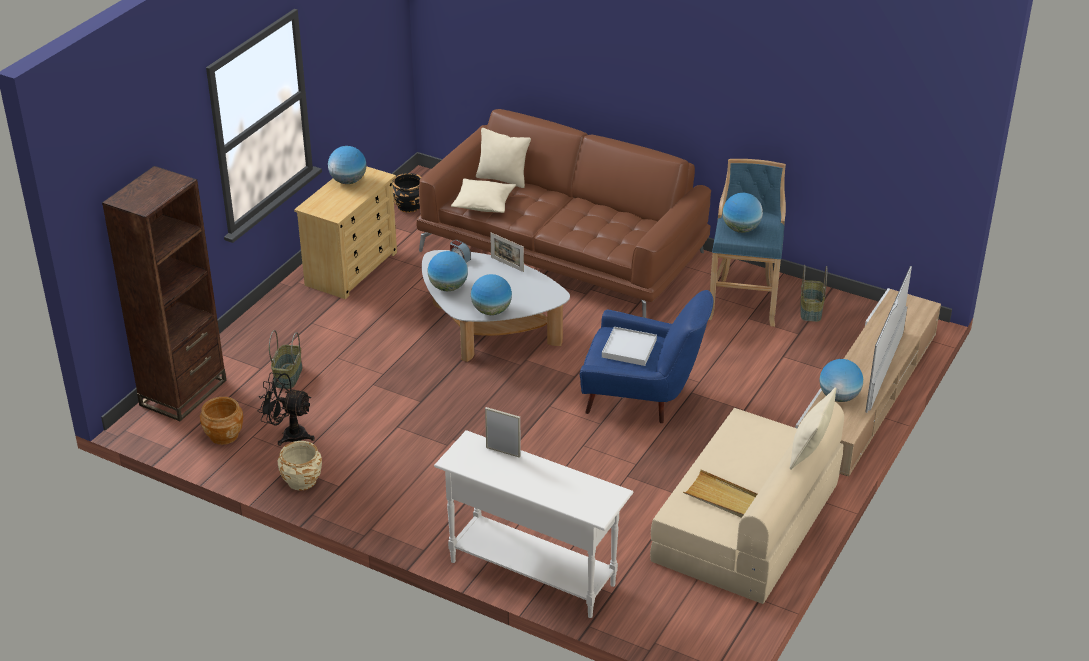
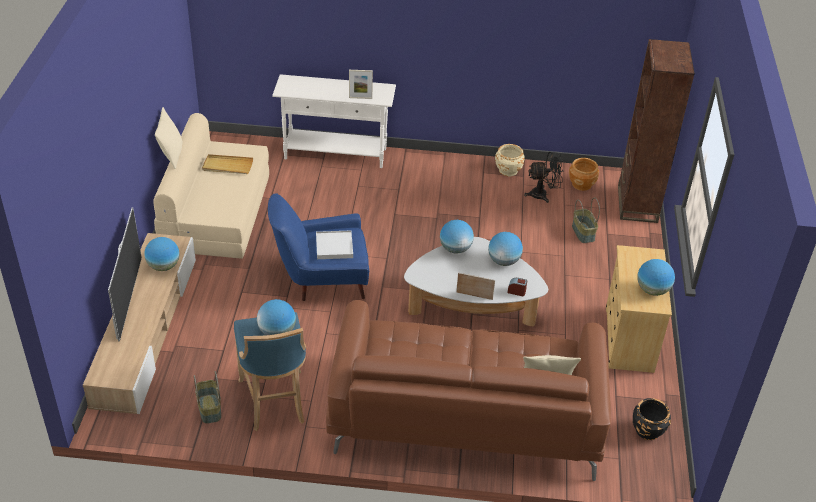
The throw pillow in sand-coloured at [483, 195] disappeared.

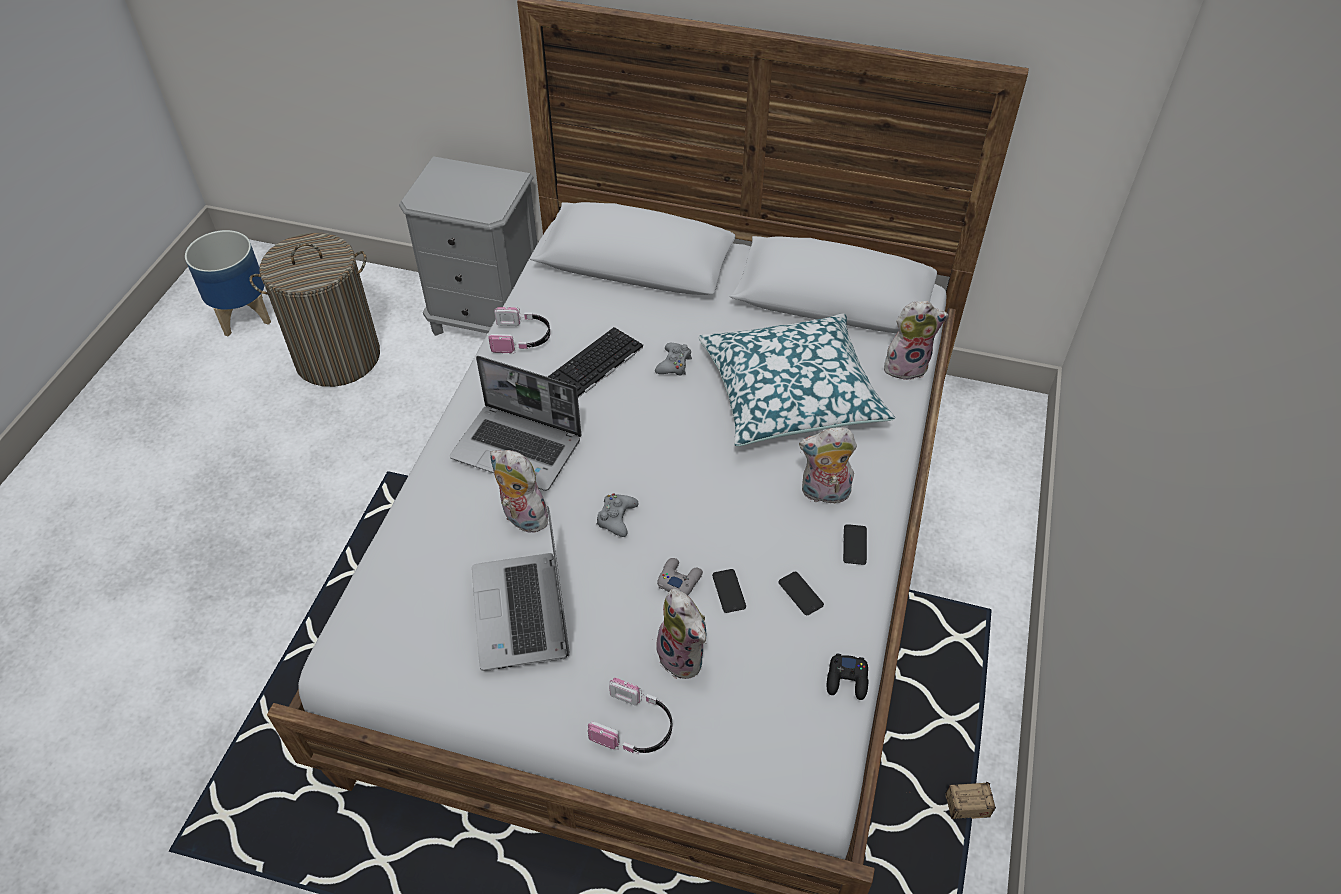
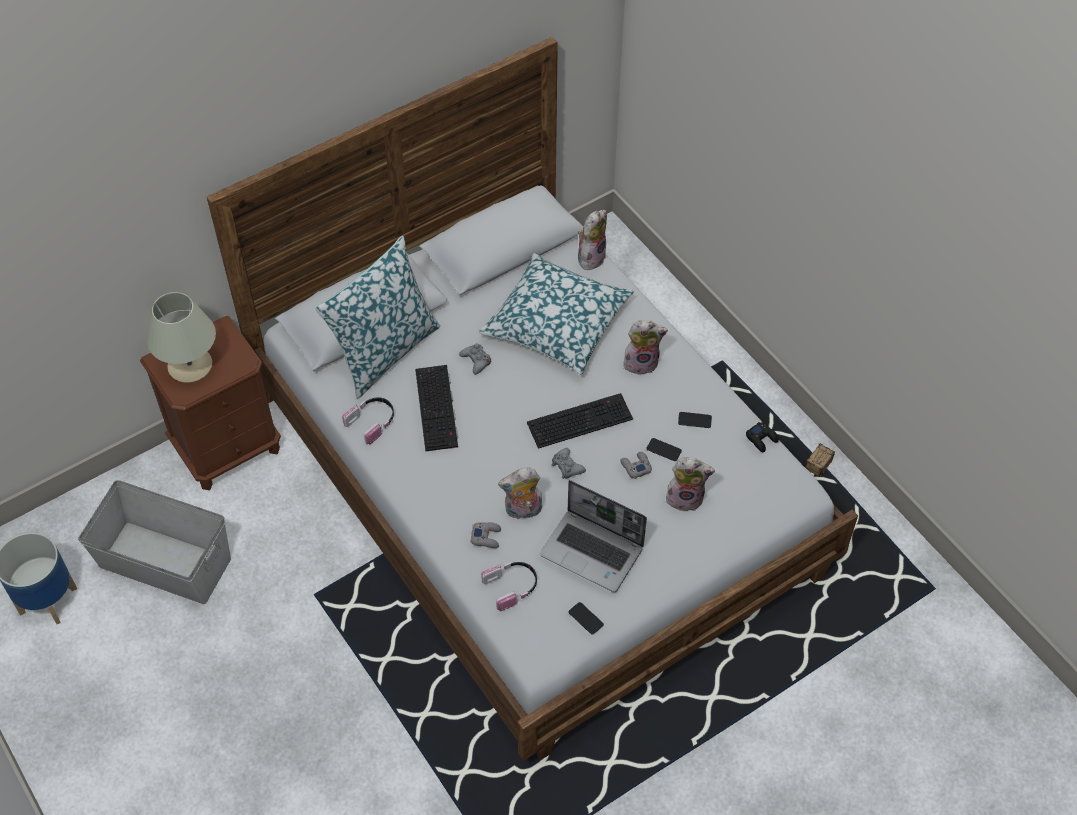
The laundry basket at [314, 310] was replaced by the storage container in gray at [154, 542].
The nightstand in gray at [468, 246] became the nightstand in brownish at [210, 403].
The tabletop lamp in sand-coloured at [181, 337] appeared.
The throw pillow at [377, 317] appeared.
The gamepad in gray at [486, 535] appeared.
The pair of headphones moved from [630, 716] to [509, 586].
The PC keyboard at [580, 421] appeared.
The telephone moved from [855, 544] to [586, 618].
The cuddly toy at [828, 465] turned 135 degrees counterclockwise.
The laptop at [516, 423] disappeared.

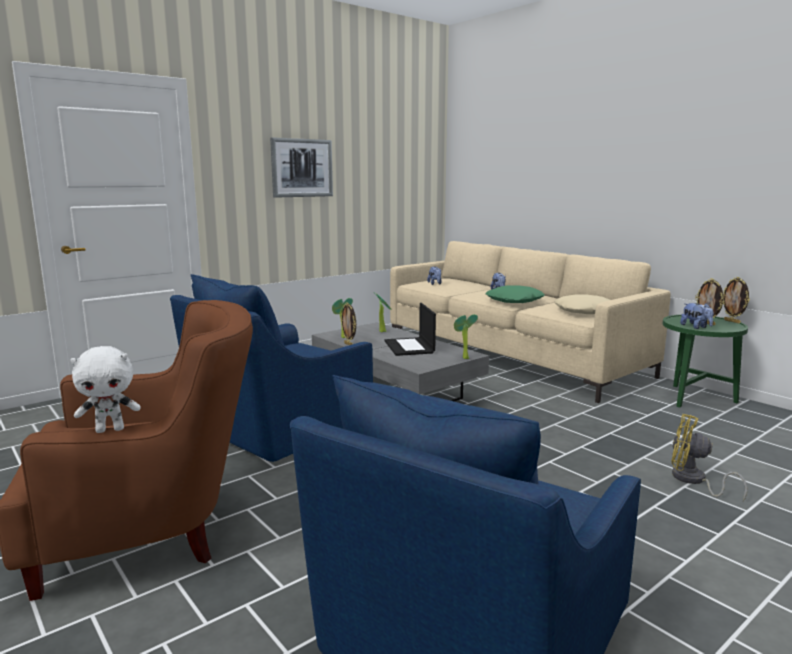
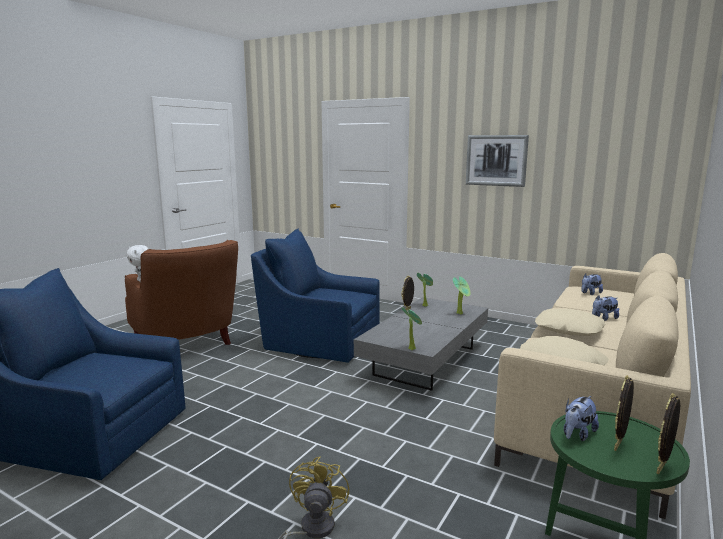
The throw pillow in greenish at [515, 294] became the throw pillow in sand-coloured at [570, 322].
The laptop at [410, 329] disappeared.

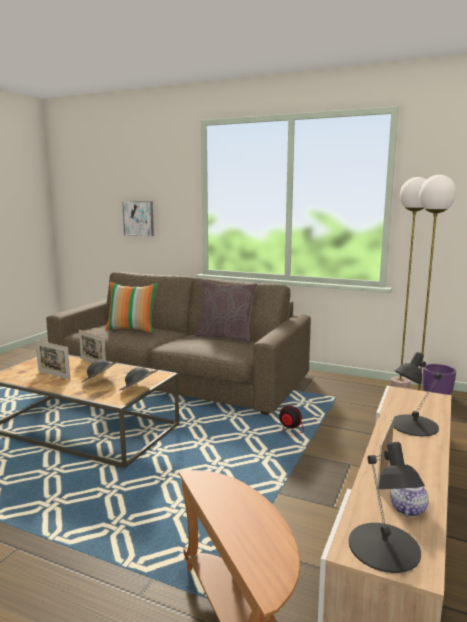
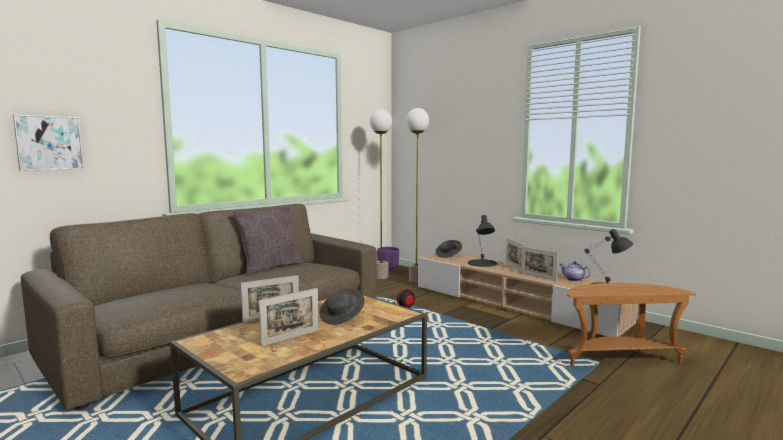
The hat in gray moved from [138, 379] to [449, 249].
The photo frame at [515, 255] appeared.
The throw pillow at [131, 307] disappeared.

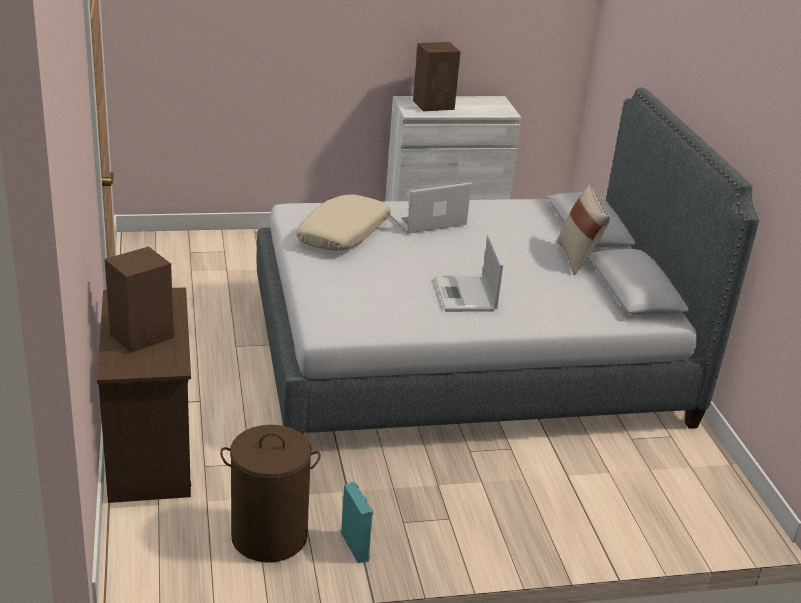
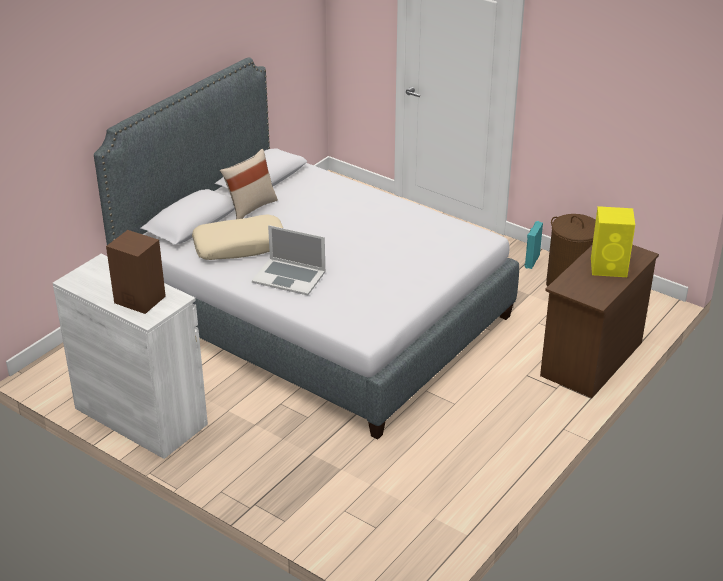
The throw pillow in sand-coloured moved from [343, 223] to [237, 237].
The speaker in brownish at [139, 299] became the speaker in yellowish at [613, 241].
The laptop at [469, 273] disappeared.

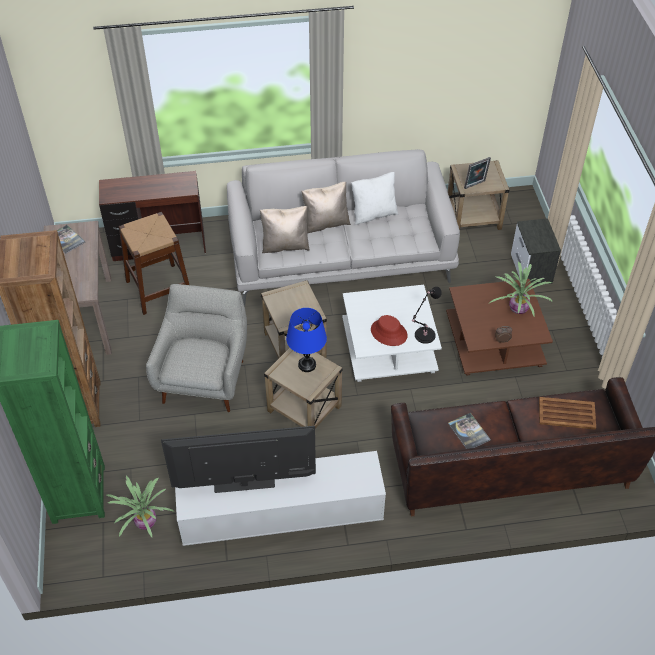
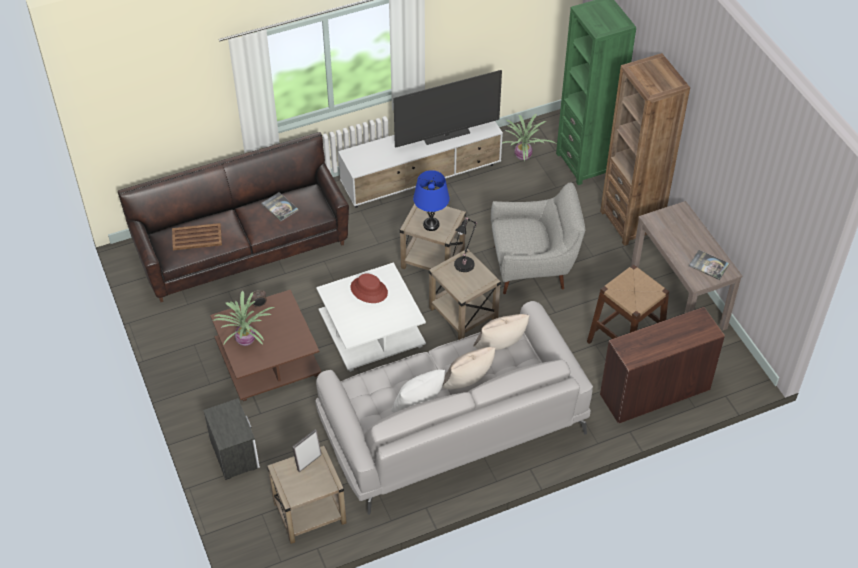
The tabletop lamp in black-coloured moved from [427, 315] to [465, 244].
The armchair in gray at [196, 348] turned 90 degrees counterclockwise.

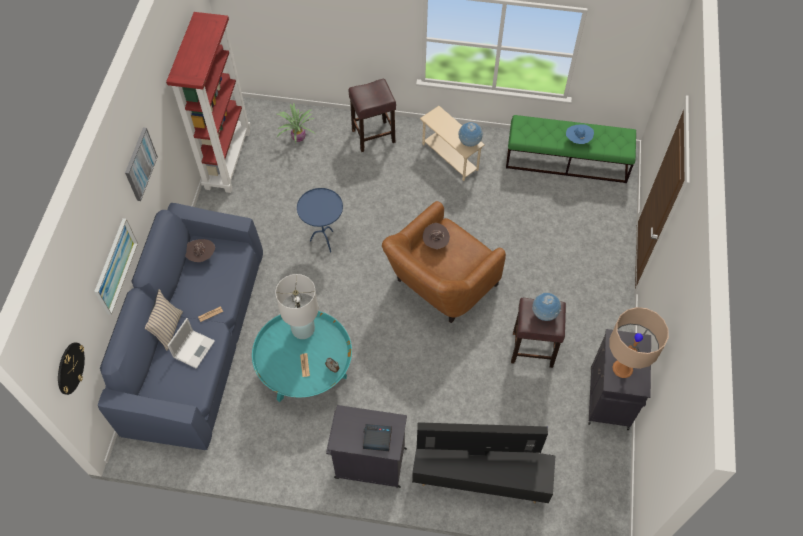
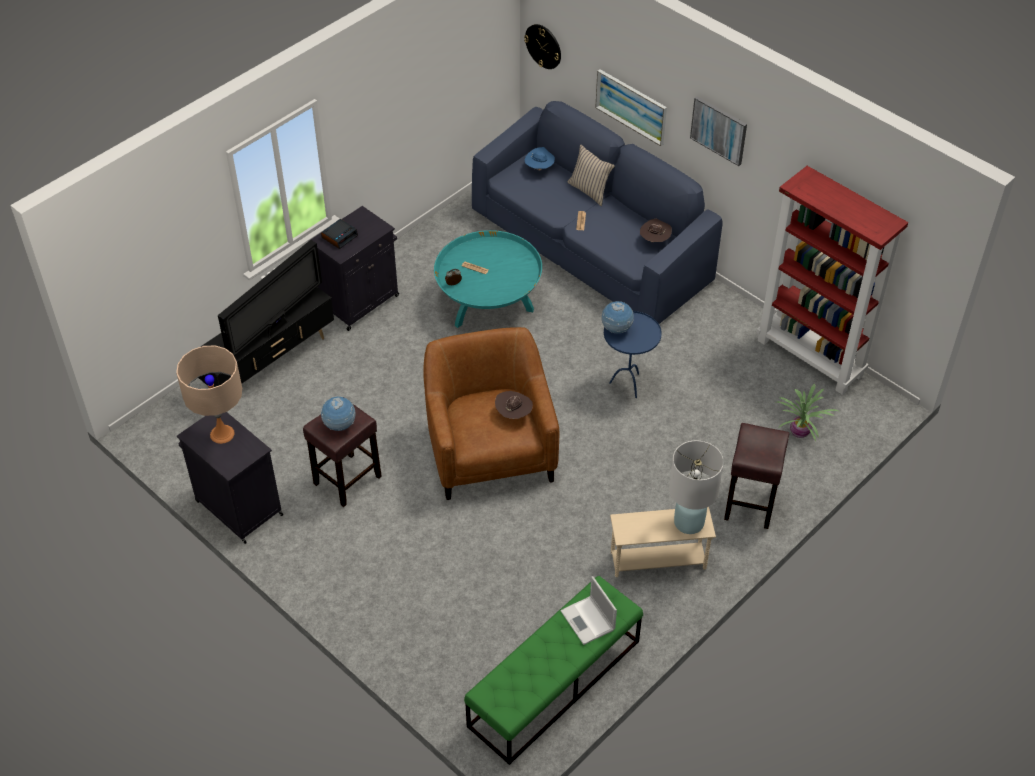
The hat in blue moved from [580, 134] to [540, 159].
The laptop moved from [191, 343] to [588, 610].
The globe moved from [470, 134] to [618, 317].
The tabletop lamp in white moved from [296, 306] to [696, 487].

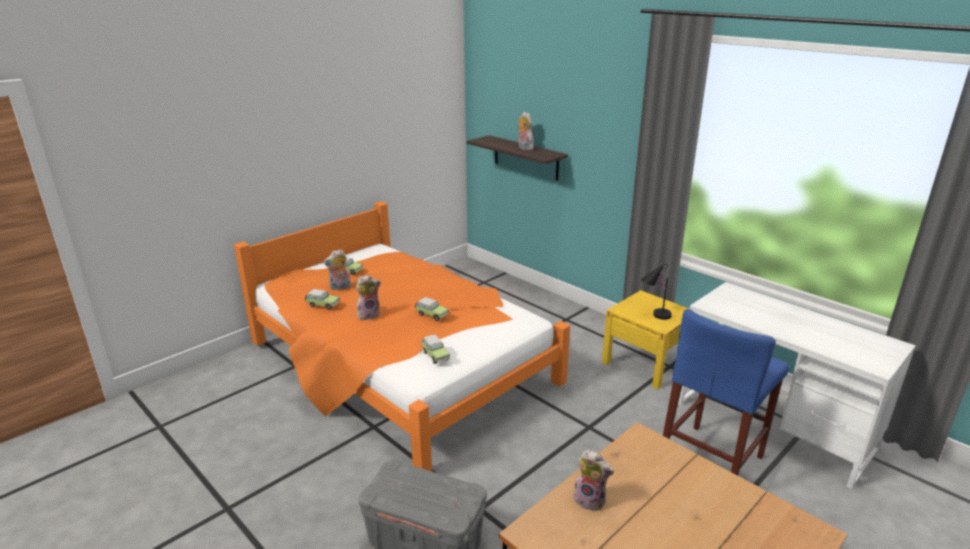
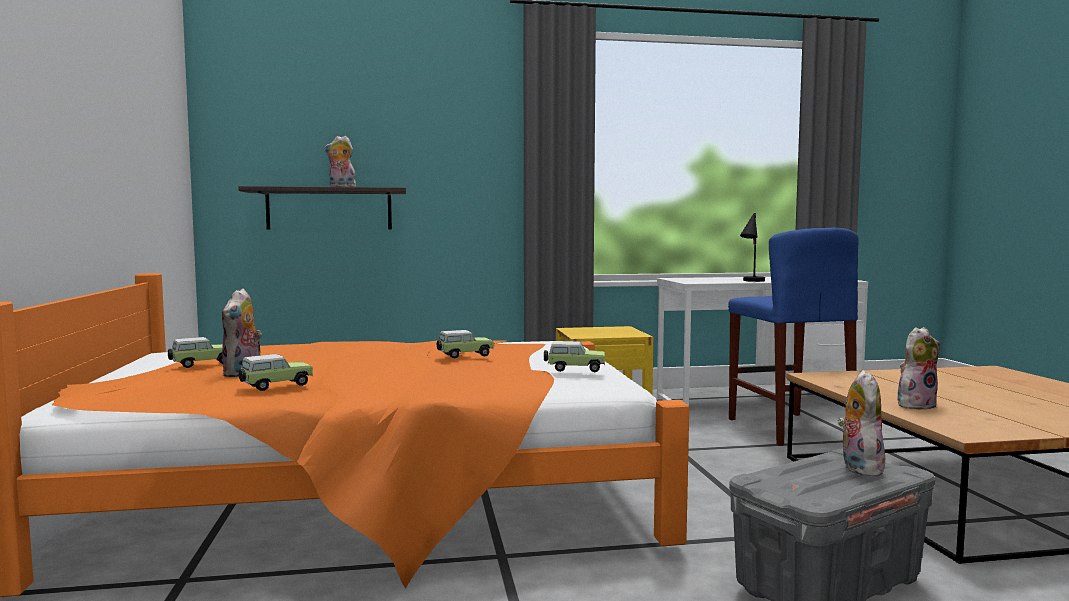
The tabletop lamp in black-coloured moved from [656, 292] to [752, 247].
The cuddly toy moved from [368, 297] to [861, 423].

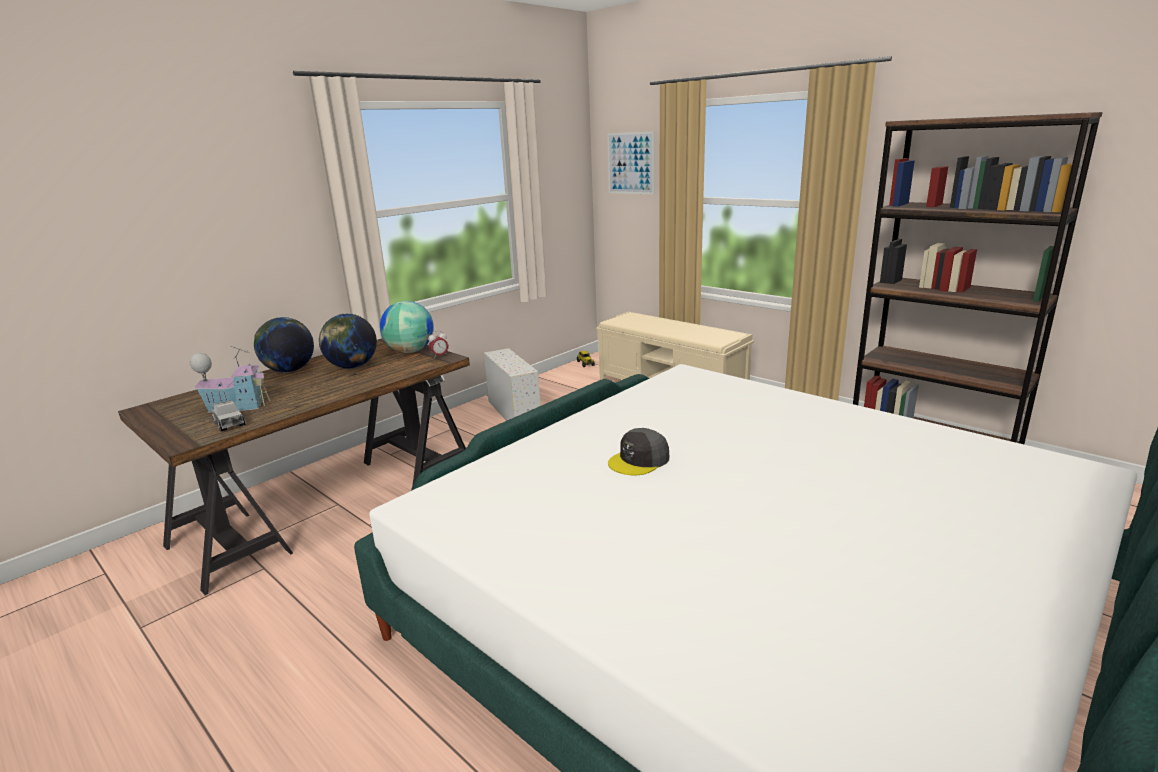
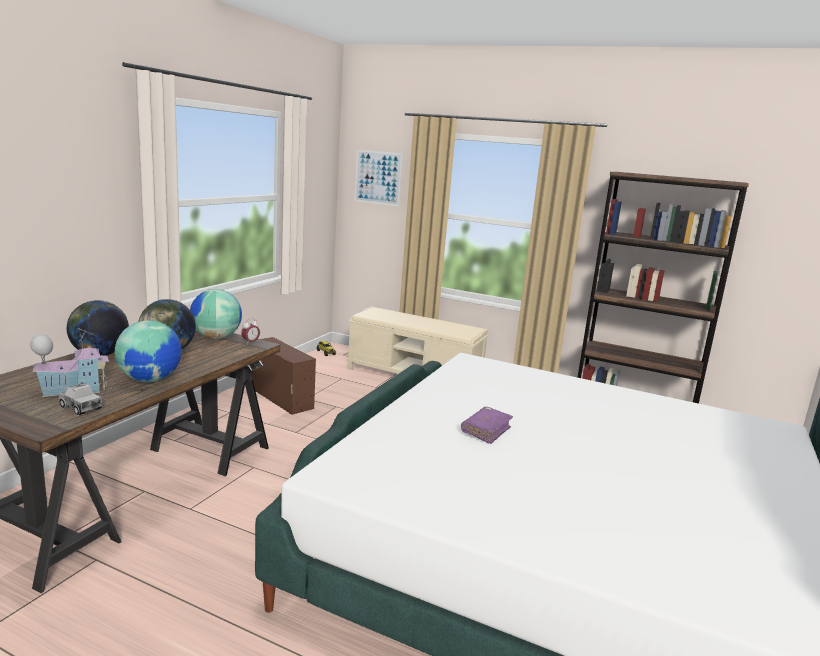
The globe at [148, 351] appeared.
The storage container in white at [512, 384] became the storage container in brownish at [284, 376].
The baseball cap in gray at [638, 451] was replaced by the volume in purple-coloured at [487, 425].

